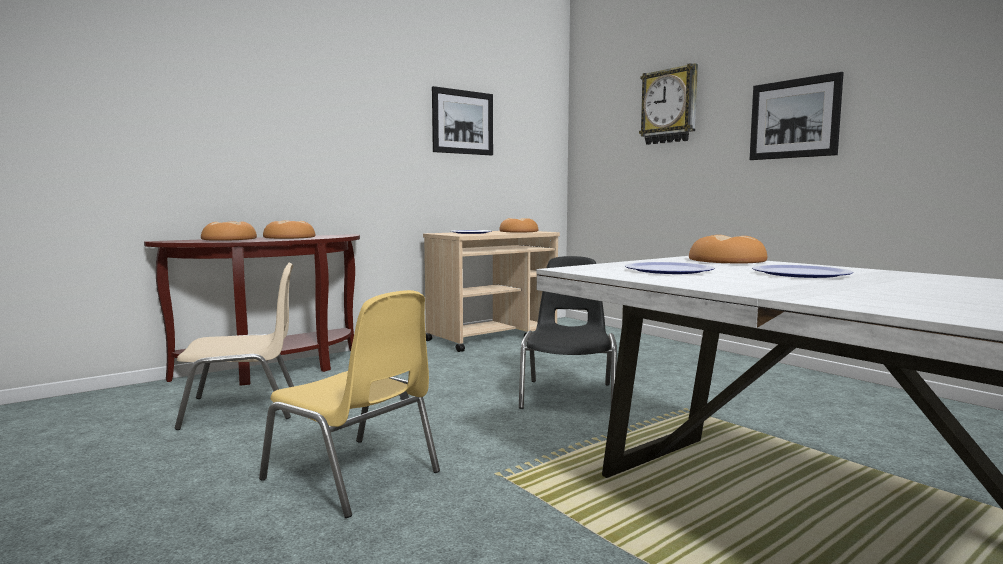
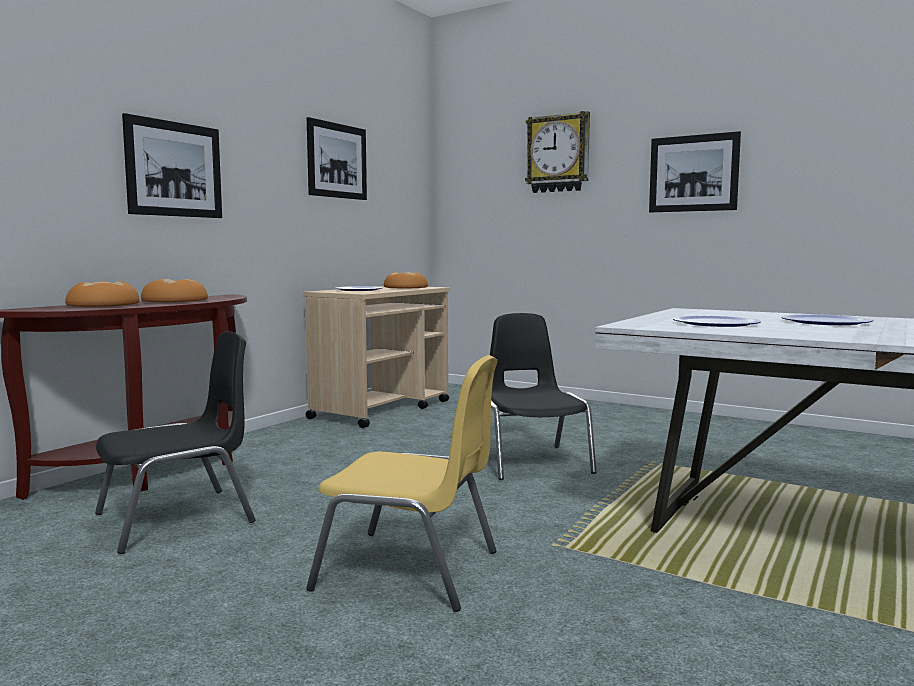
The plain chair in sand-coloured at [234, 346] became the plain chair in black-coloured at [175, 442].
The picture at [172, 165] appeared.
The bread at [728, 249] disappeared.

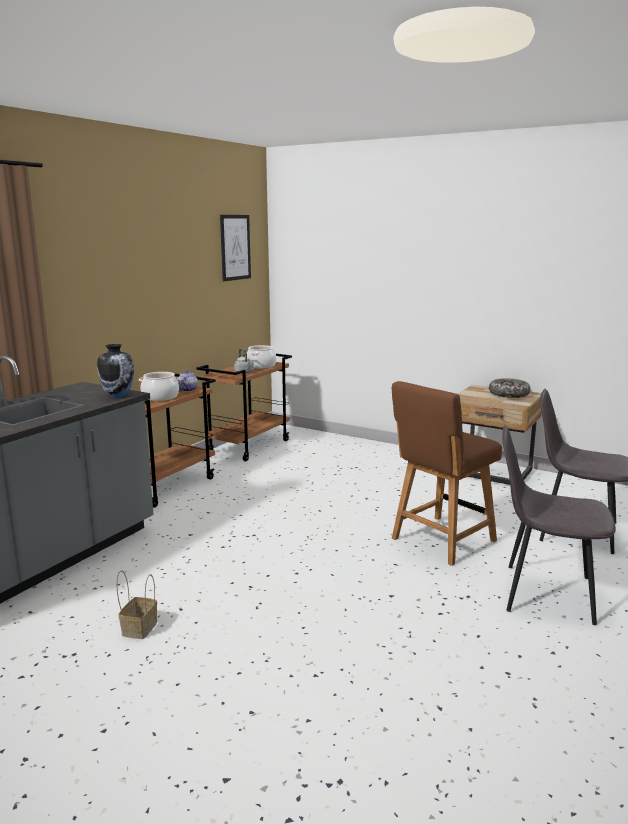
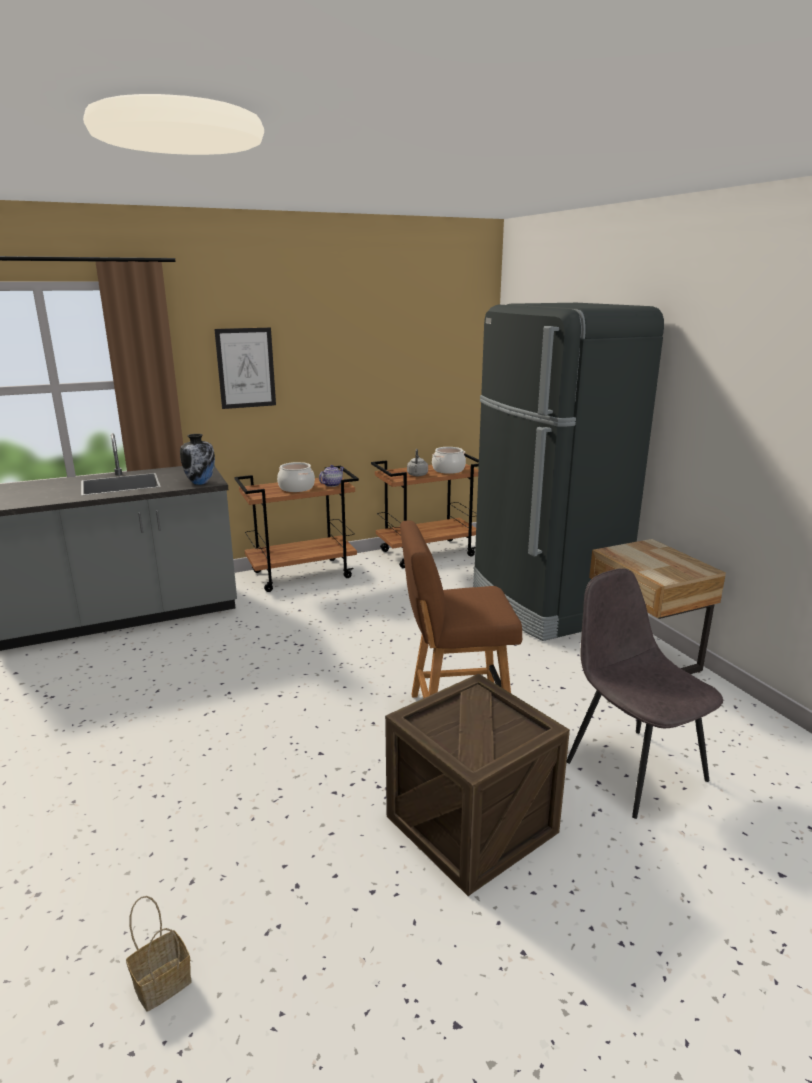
The household basket moved from [136, 604] to [159, 953].
The picture moved from [235, 248] to [245, 368].
The plain chair in gray at [559, 525] was replaced by the shipping crate at [477, 784].
The refrigerator in black-coloured at [568, 472] appeared.
The deep dish at [510, 388] disappeared.

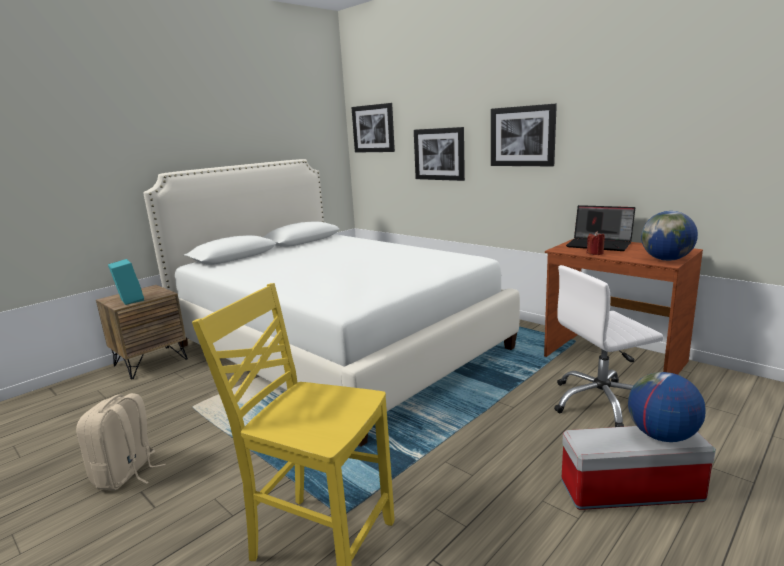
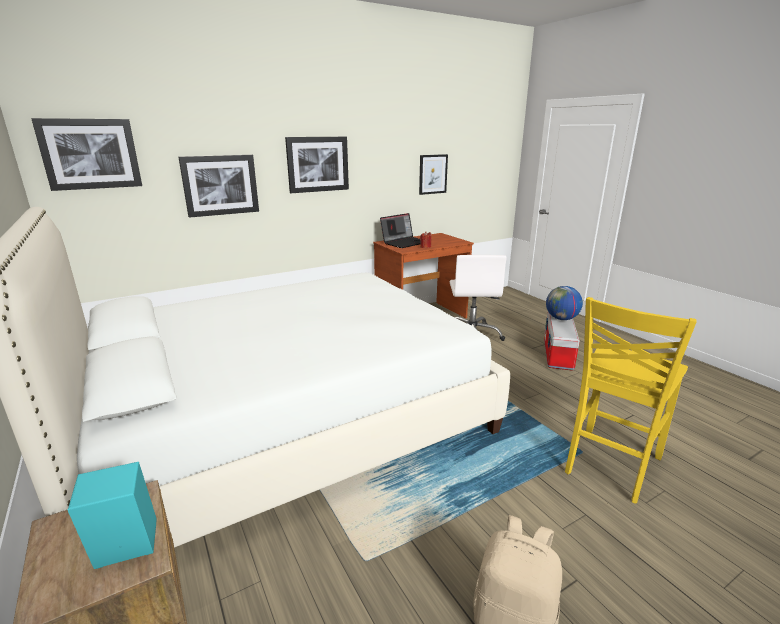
The picture at [433, 174] appeared.
The globe at [669, 236] disappeared.

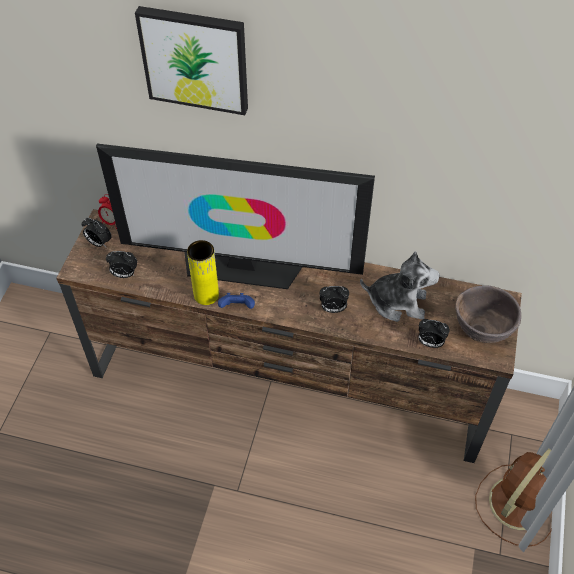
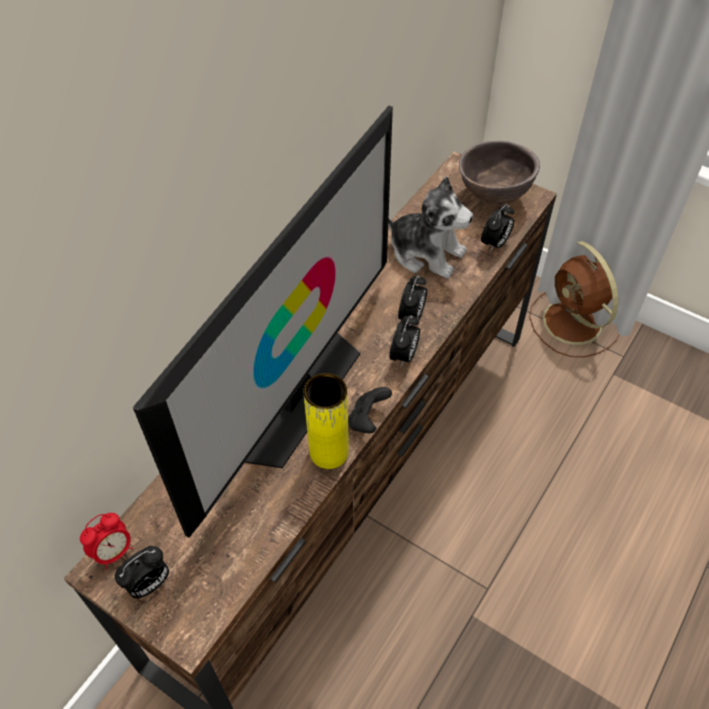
The gamepad in blue at [236, 301] became the gamepad in black-coloured at [370, 410].
The cuddly toy at [400, 286] turned 90 degrees clockwise.
The alarm clock moved from [121, 264] to [404, 341].
The picture at [191, 60] disappeared.

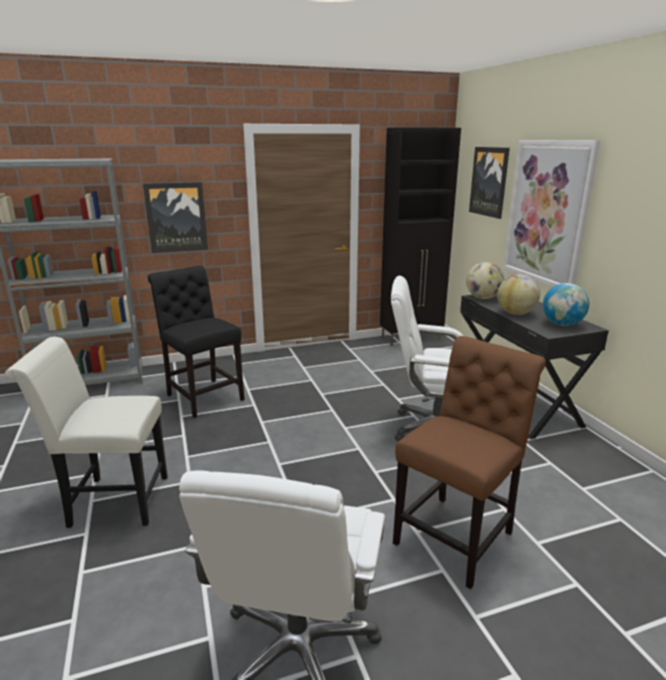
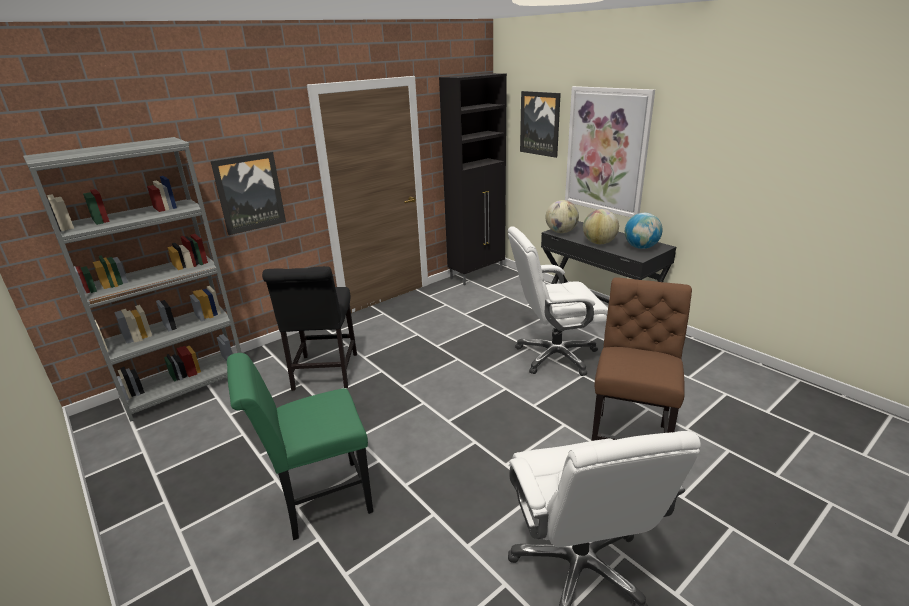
The plain chair in white at [86, 432] became the plain chair in greenish at [300, 446].
The plain chair in black-coloured at [196, 342] turned 120 degrees counterclockwise.

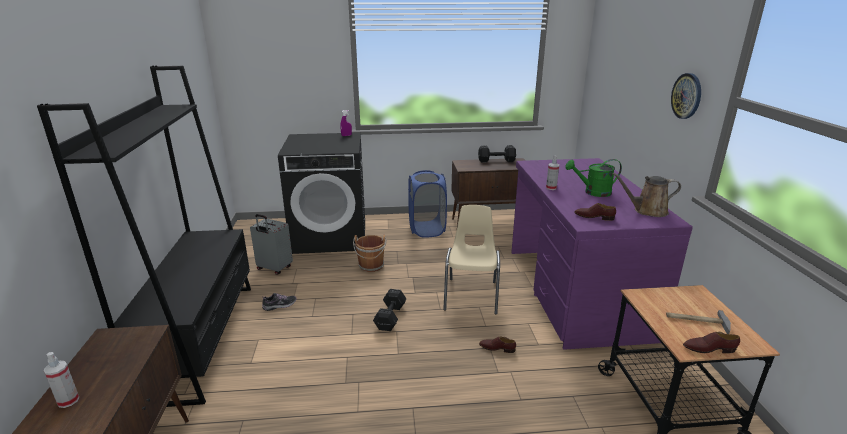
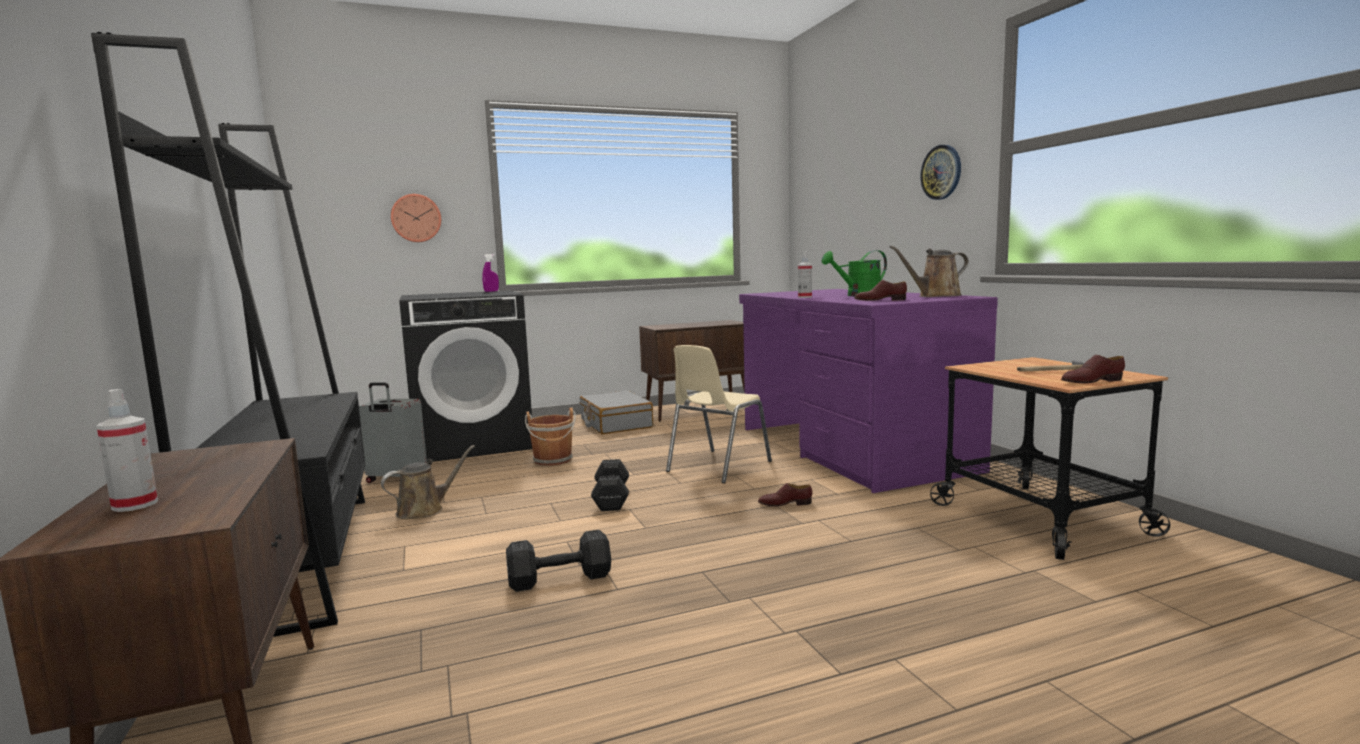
The item of footwear at [279, 302] was replaced by the watering can in brownish at [428, 482].
The wall clock at [416, 218] appeared.
The dumbbell in black-coloured moved from [497, 153] to [558, 561].
The laundry basket in blue at [427, 203] was replaced by the piece of luggage in gray at [616, 412].
The plain chair in sand-coloured at [471, 259] turned 135 degrees counterclockwise.

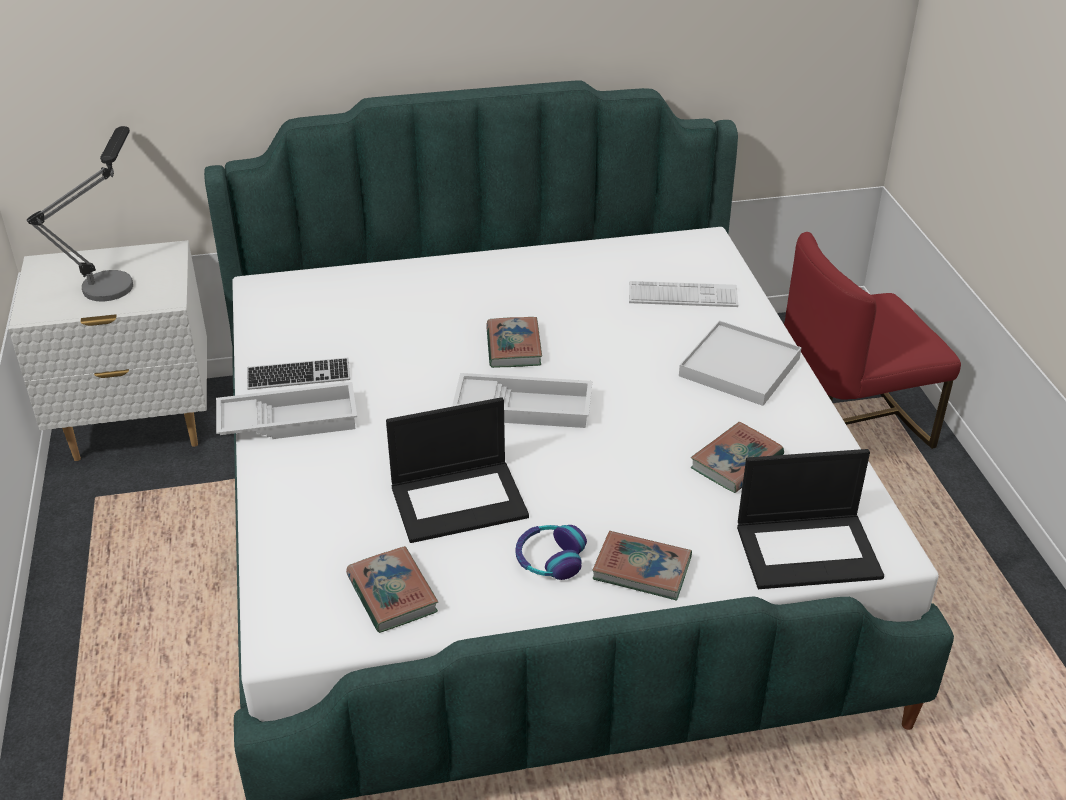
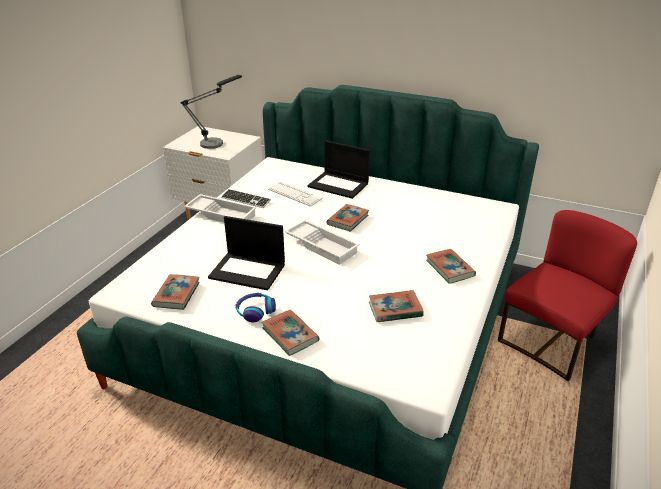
The PC keyboard moved from [683, 294] to [295, 194].
The laptop moved from [810, 519] to [338, 169].
The tray in white at [740, 363] was replaced by the volume at [451, 266].
The plain chair in red at [872, 340] turned 120 degrees clockwise.

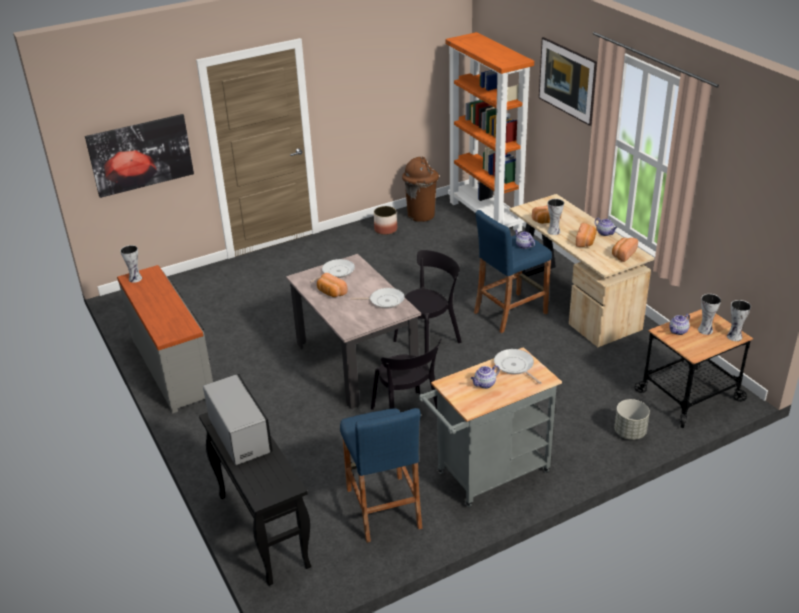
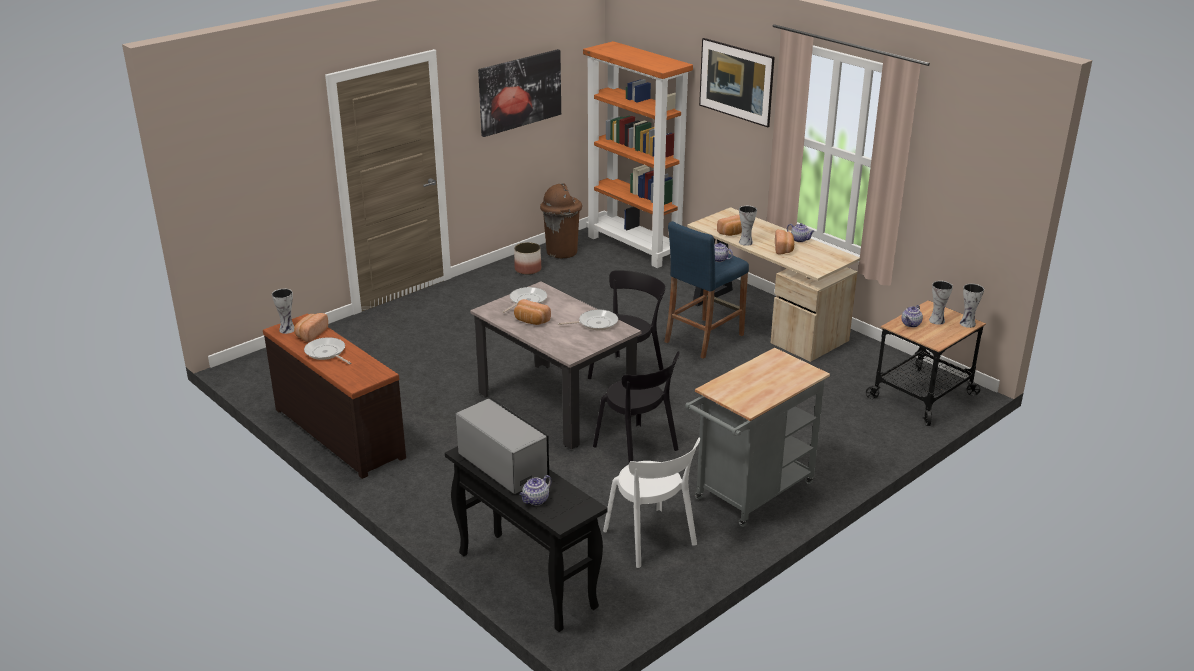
The chest of drawers in gray at [165, 339] became the chest of drawers in brownish at [334, 396].
The bread moved from [625, 250] to [311, 327].
The pan moved from [518, 366] to [328, 350].
The picture moved from [139, 156] to [519, 93].
The teapot moved from [485, 377] to [535, 490].
The stool seat in blue at [381, 475] was replaced by the plain chair in white at [651, 502].
The flower pot in gray at [632, 419] disappeared.

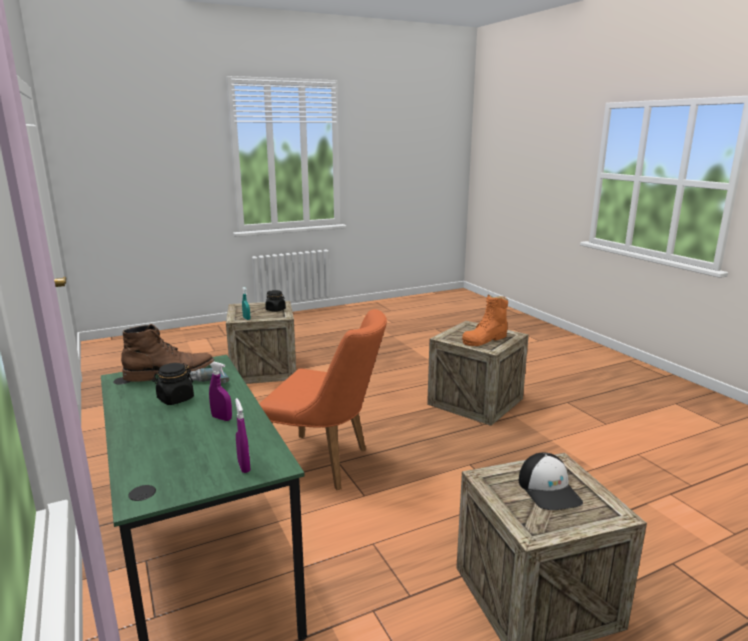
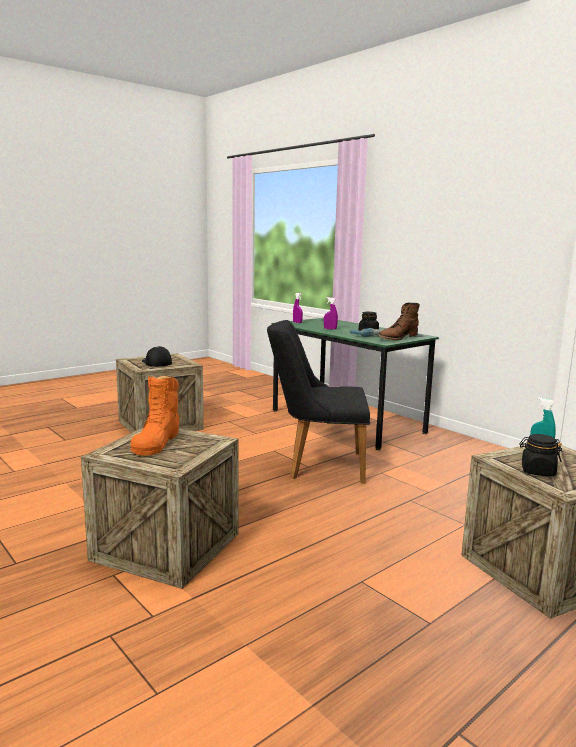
The boot in orange-coloured at [485, 320] turned 150 degrees clockwise.
The plain chair in orange-coloured at [323, 399] became the plain chair in black-coloured at [318, 401].

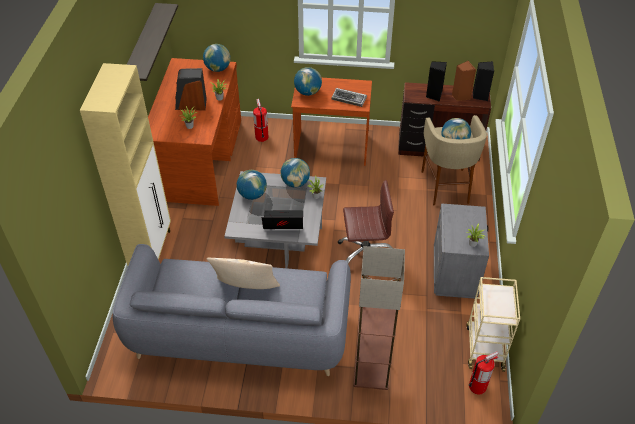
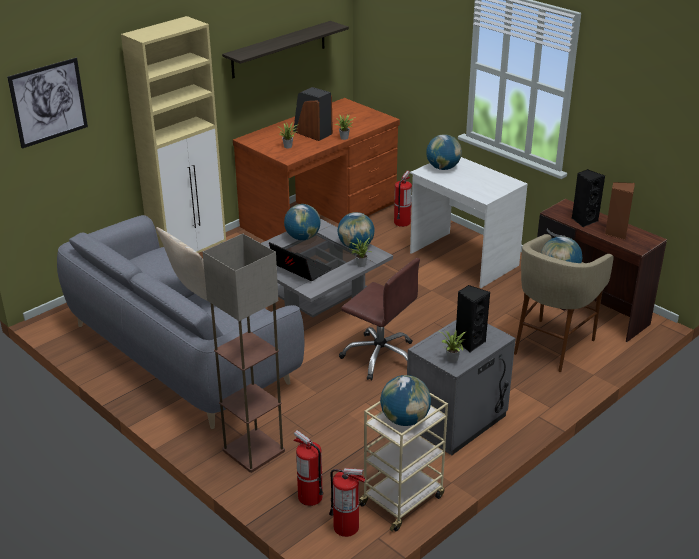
The picture at [47, 103] appeared.
The fire extinguisher at [308, 468] appeared.
The globe moved from [217, 58] to [405, 400].
The desk unit in brownish at [331, 122] became the desk unit in white at [469, 222].
The speaker in black-coloured moved from [483, 81] to [472, 318].
The PC keyboard at [349, 97] disappeared.

